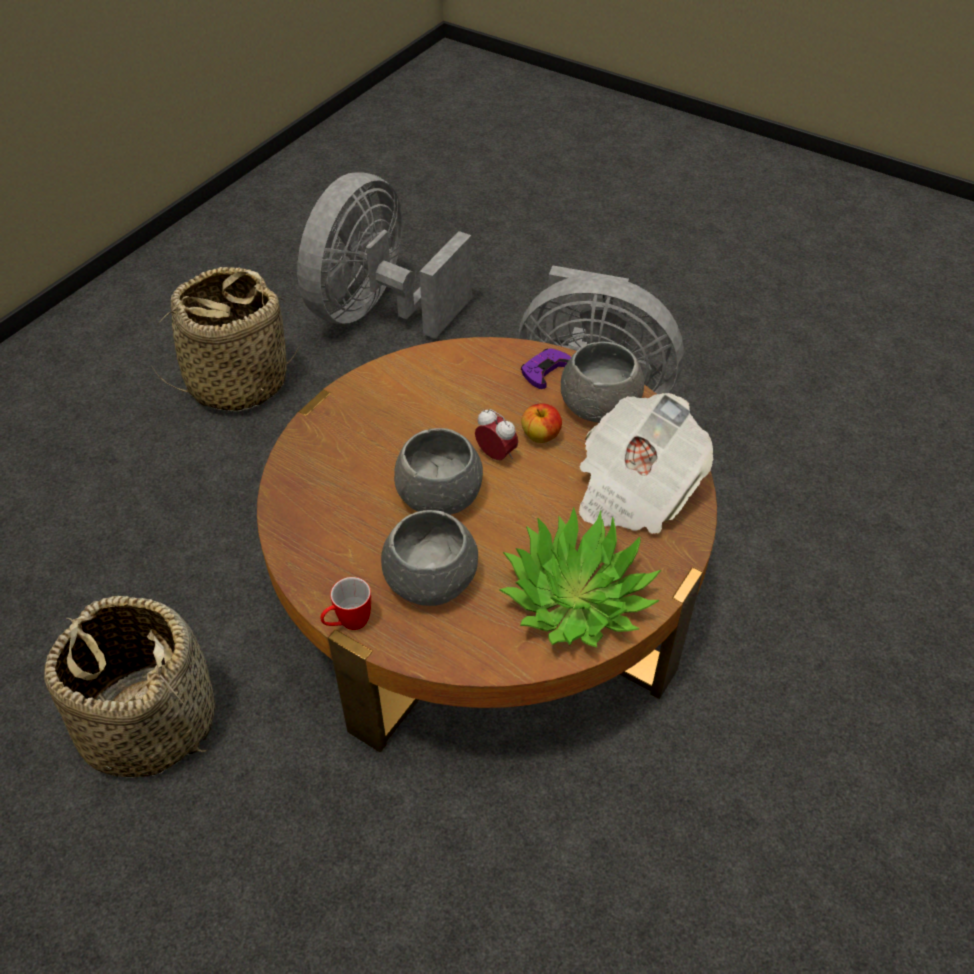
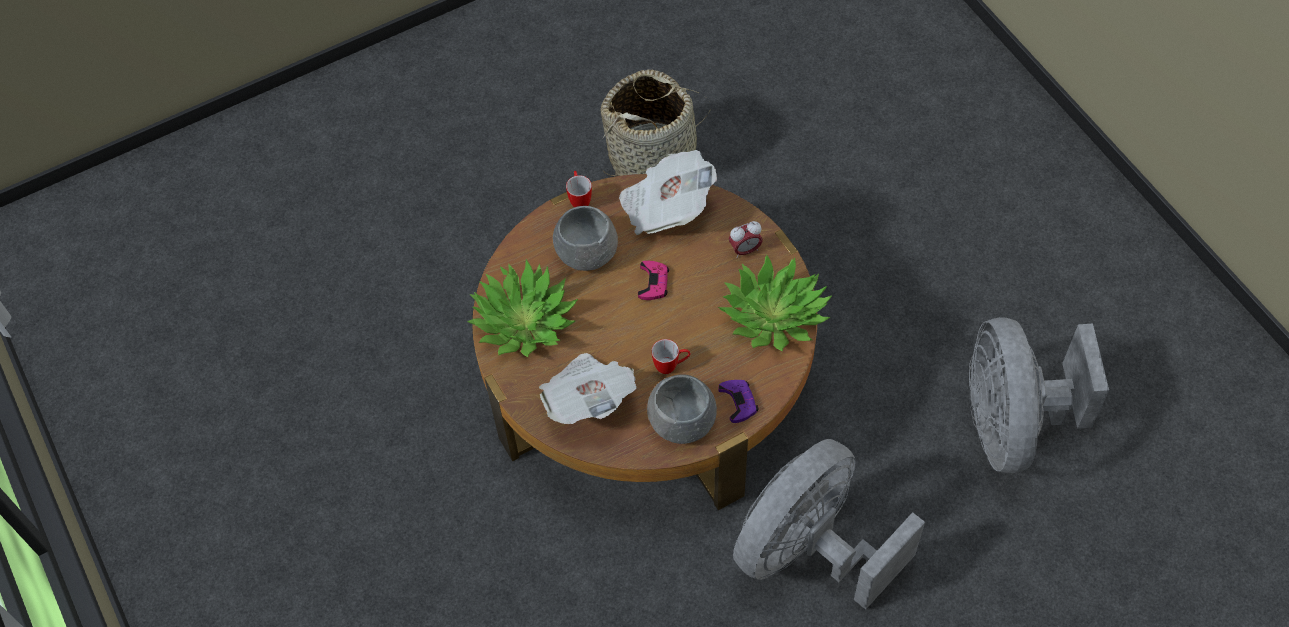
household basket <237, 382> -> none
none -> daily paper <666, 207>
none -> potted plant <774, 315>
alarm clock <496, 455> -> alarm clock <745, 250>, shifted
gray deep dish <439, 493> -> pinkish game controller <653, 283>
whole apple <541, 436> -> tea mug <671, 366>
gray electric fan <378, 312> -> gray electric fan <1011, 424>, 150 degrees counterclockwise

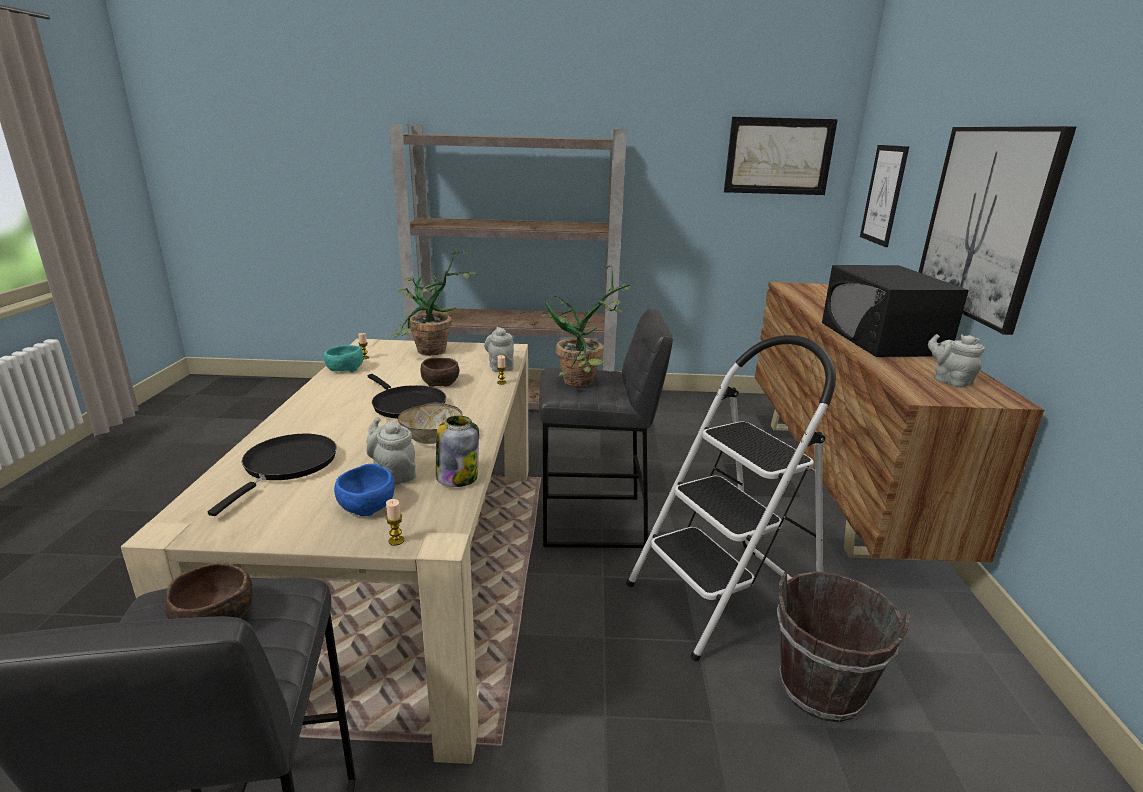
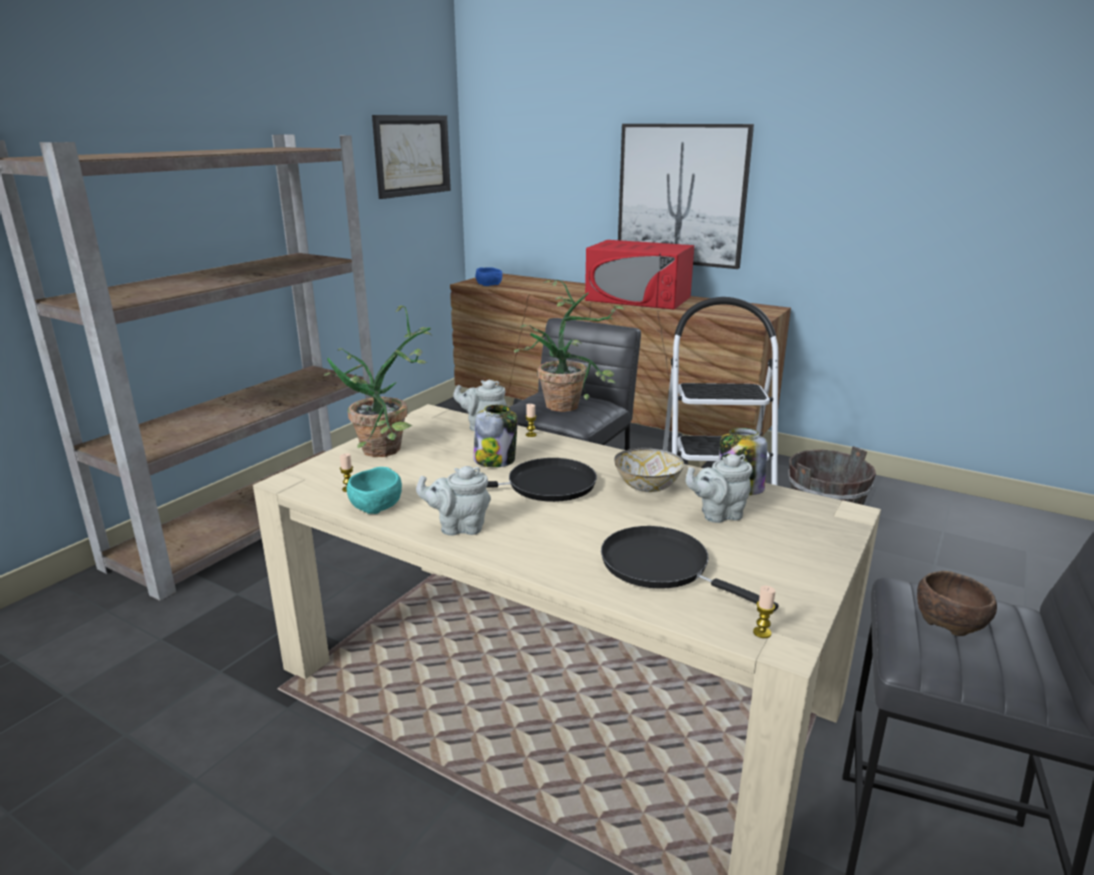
picture <883, 195> -> none
bluish deep dish <367, 506> -> bluish deep dish <489, 284>, shifted
wax light <396, 541> -> wax light <762, 632>, shifted
gray tea pot <949, 381> -> gray tea pot <459, 527>, shifted
brownish deep dish <441, 382> -> preserve jar <495, 460>
blackish microwave oven <881, 338> -> reddish microwave oven <638, 298>

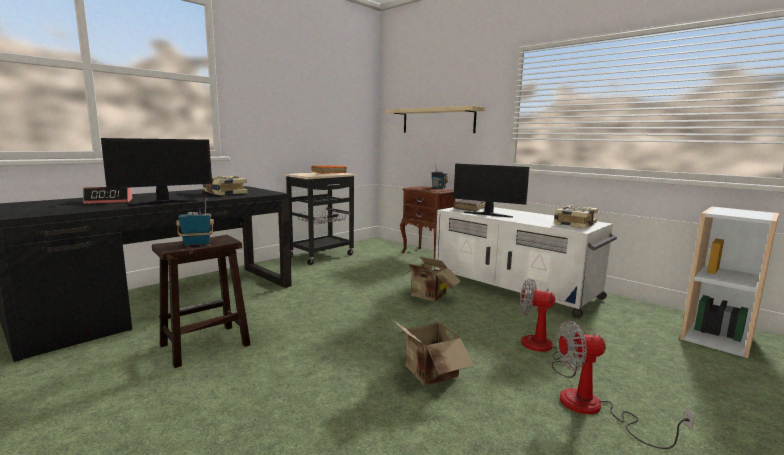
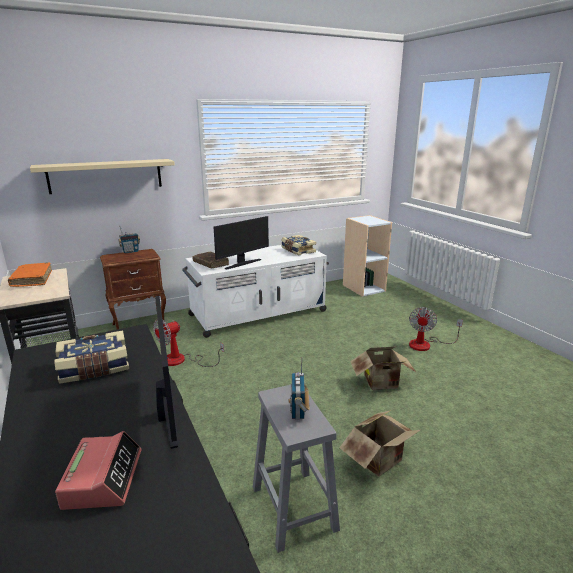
cardboard box <428, 297> -> cardboard box <380, 461>, shifted
electric fan <543, 350> -> electric fan <182, 360>, shifted
brownish sitting stool <204, 345> -> gray sitting stool <294, 509>

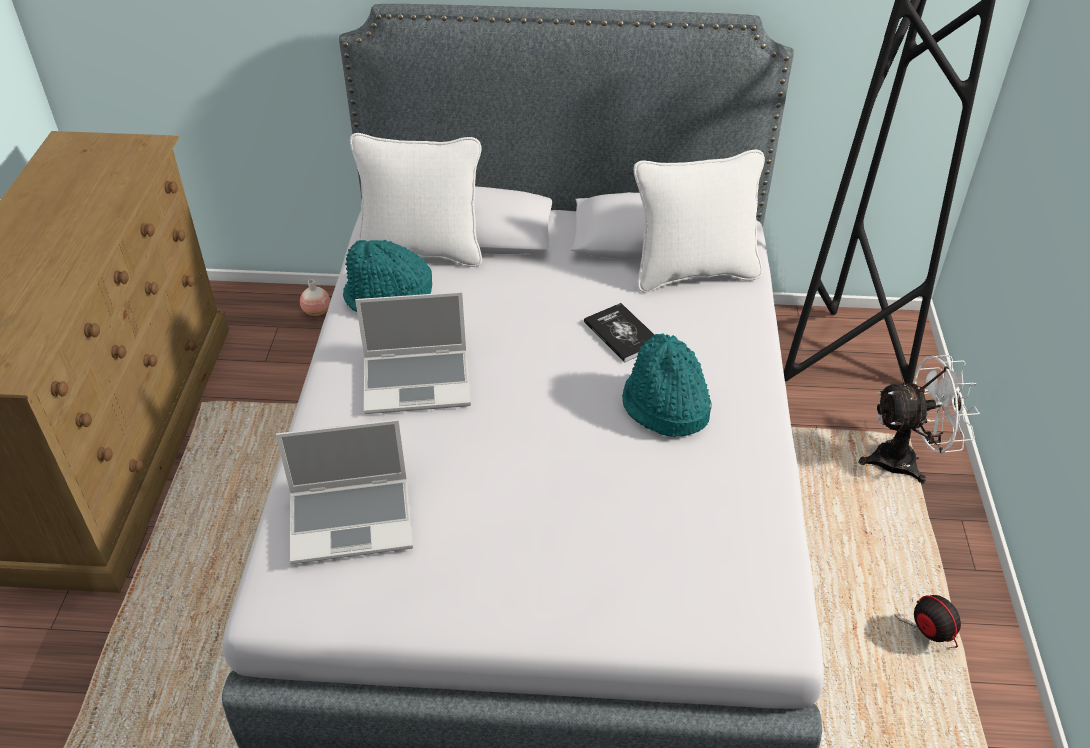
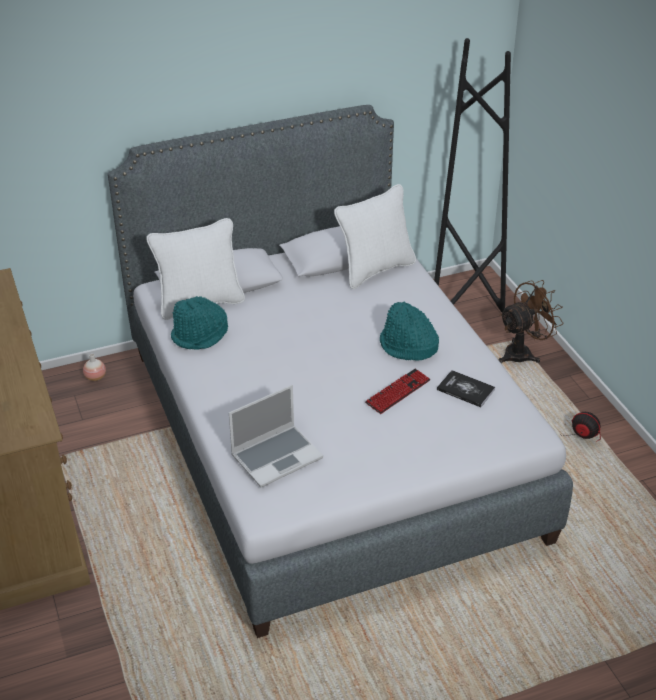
notebook computer <418, 382> -> none
none -> keyboard <398, 392>
book <622, 334> -> book <465, 389>, shifted
white electric fan <906, 459> -> brownish electric fan <523, 353>

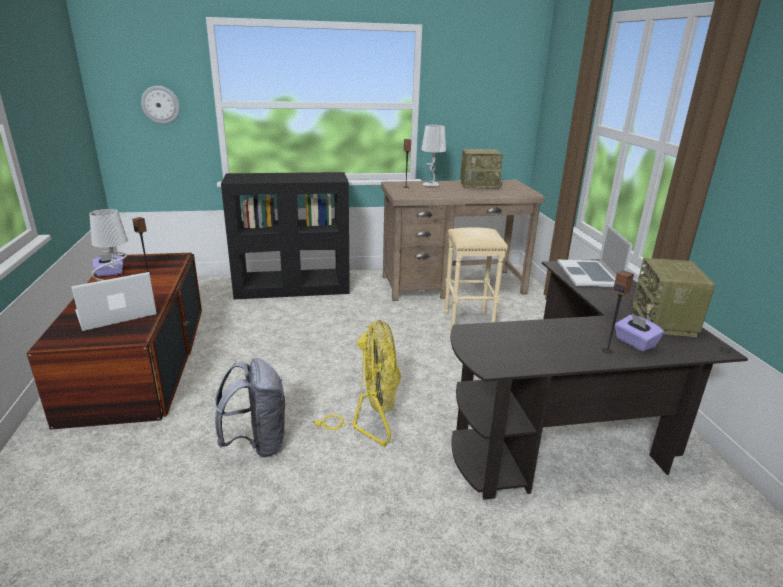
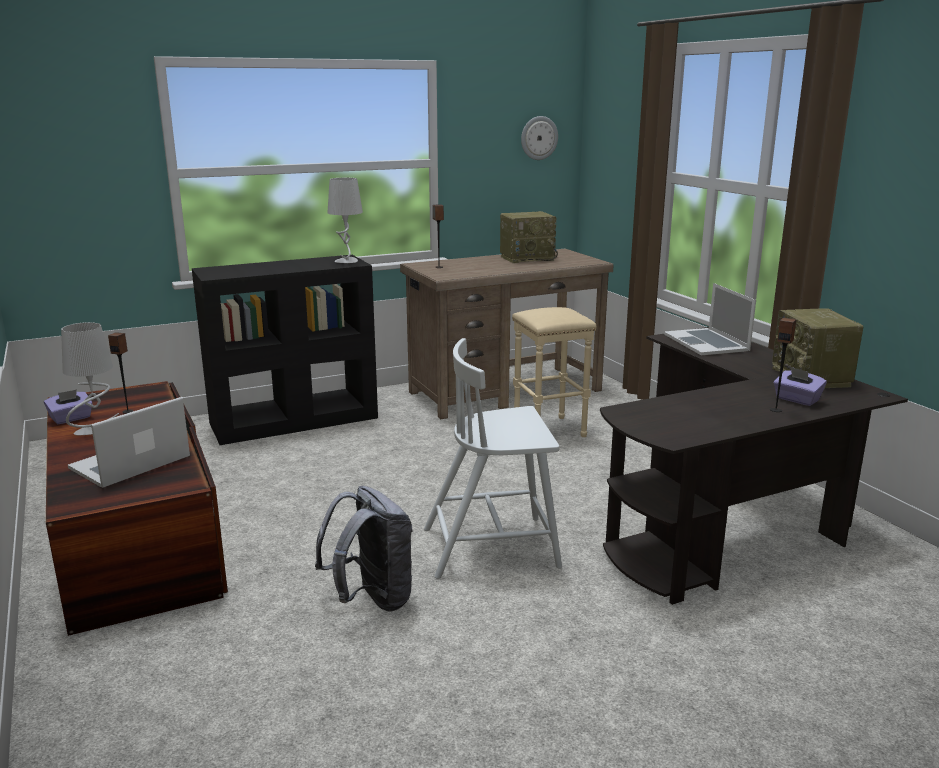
wall clock <161, 105> -> wall clock <538, 138>, shifted
gray tabletop lamp <431, 184> -> gray tabletop lamp <346, 261>, shifted
yellowish electric fan <370, 415> -> white upright chair <493, 547>

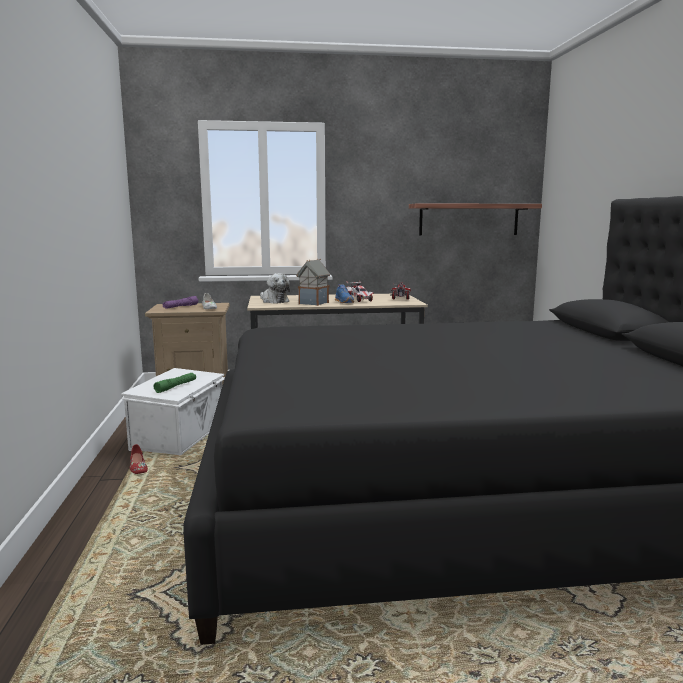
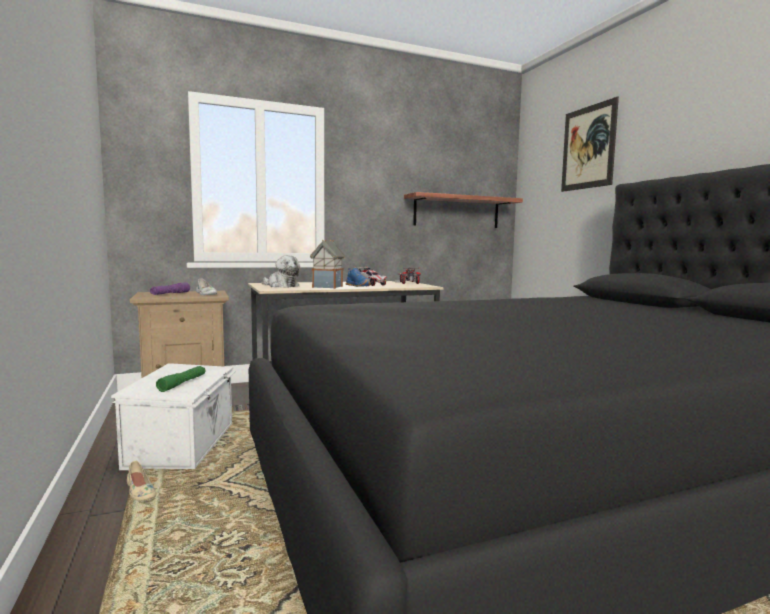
none -> picture <588, 147>
reddish low shoe <138, 467> -> beige-coloured low shoe <140, 491>

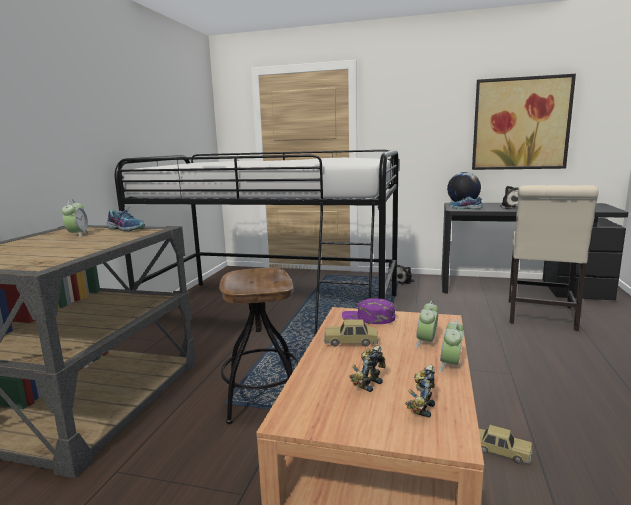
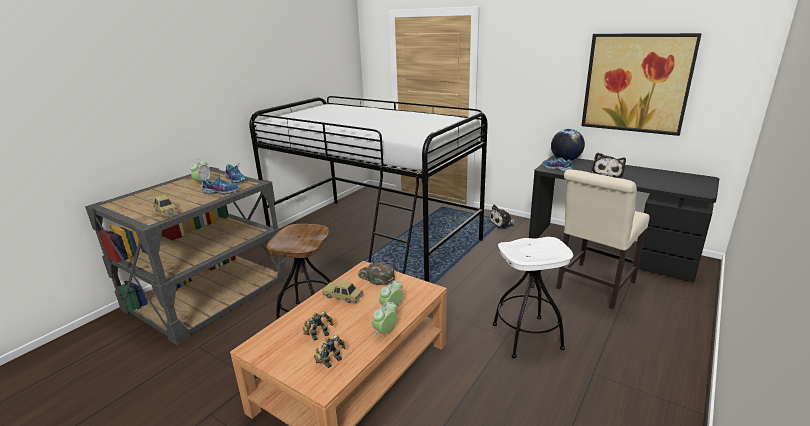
none -> low shoe <221, 191>
none -> white sitting stool <526, 336>
toy car <500, 451> -> toy car <166, 211>, shifted
purplish cap <368, 318> -> green cap <376, 277>

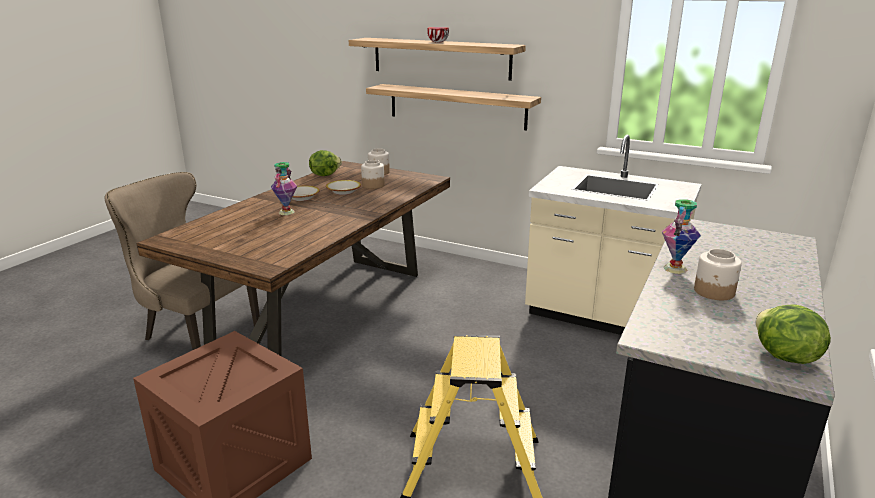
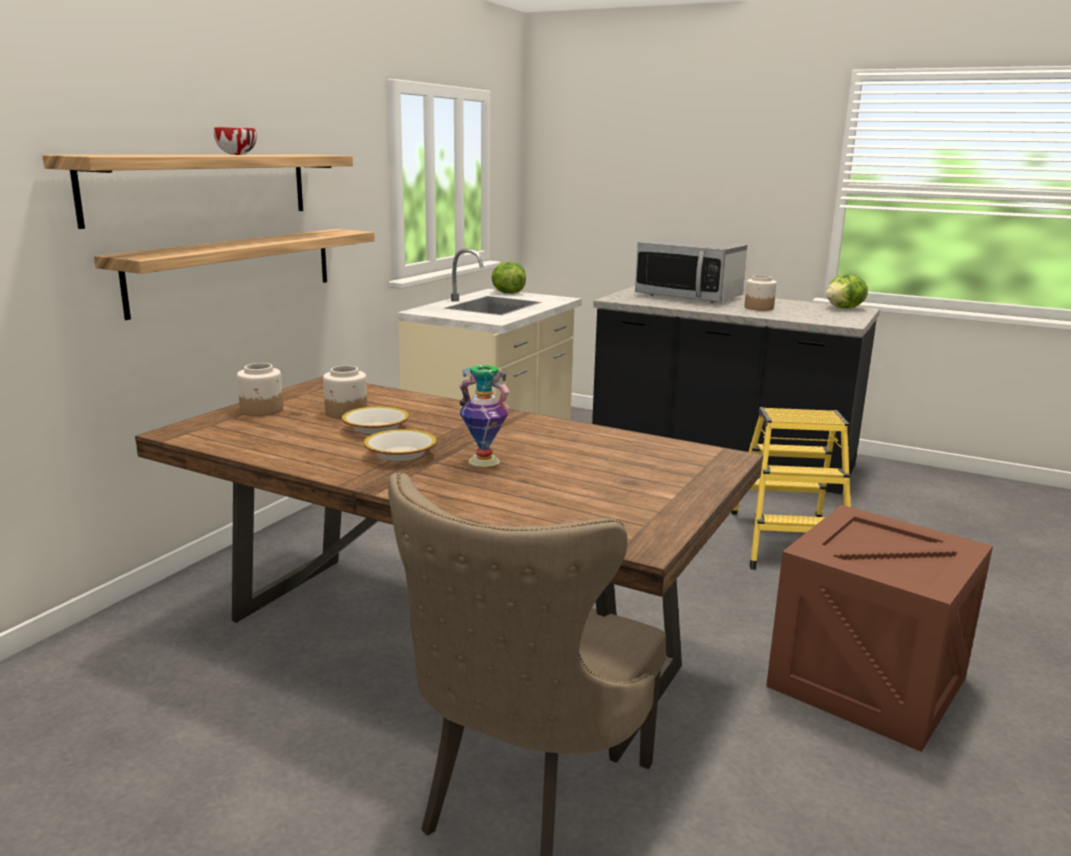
decorative vase <675, 268> -> none
none -> microwave oven <688, 297>
lettuce head <325, 175> -> lettuce head <507, 293>, shifted

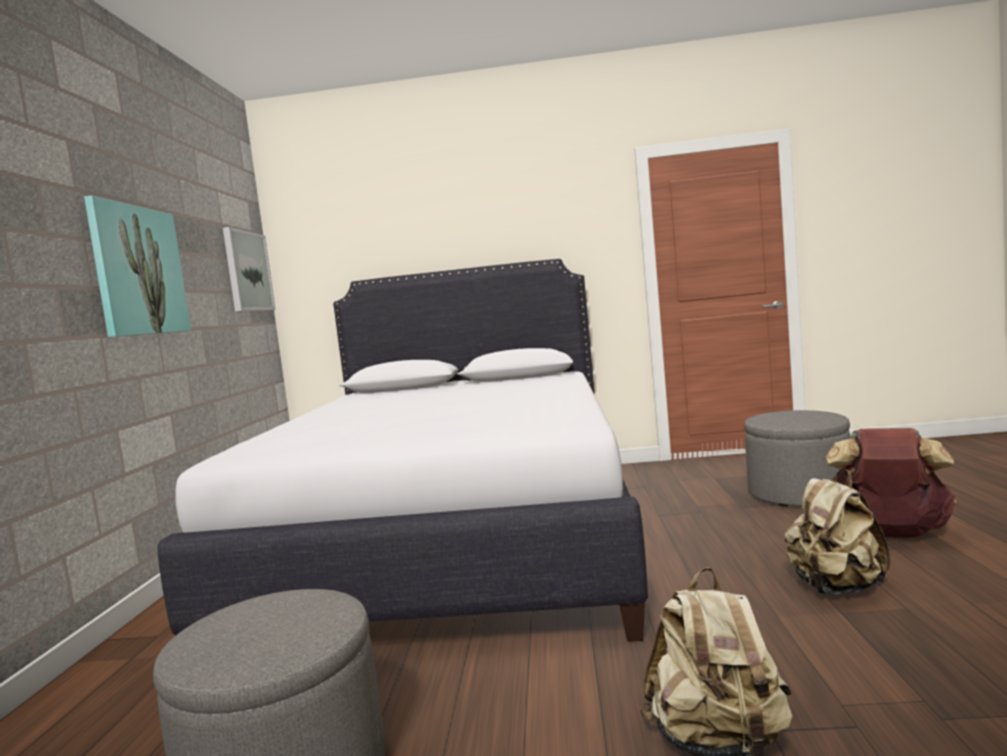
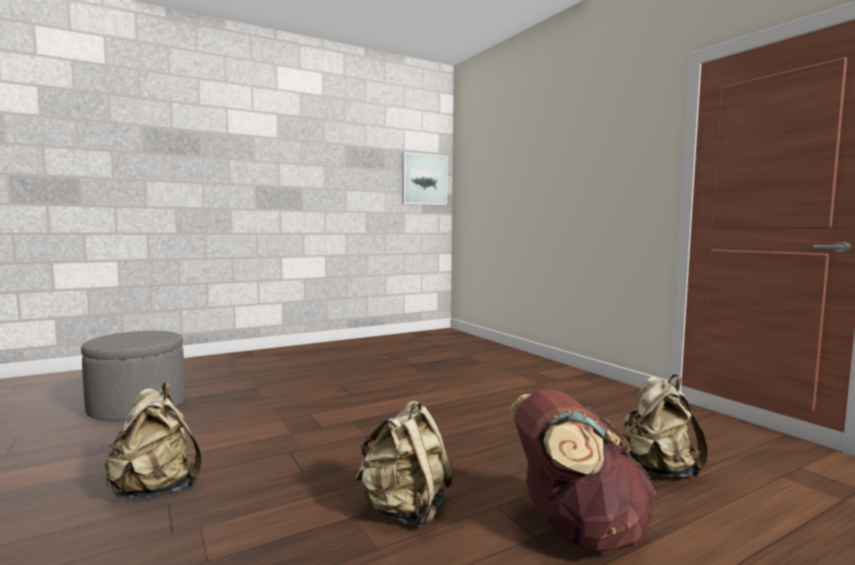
picture <139, 270> -> none
white bed <454, 537> -> none
gray footrest <799, 494> -> beige-coloured backpack <657, 471>

